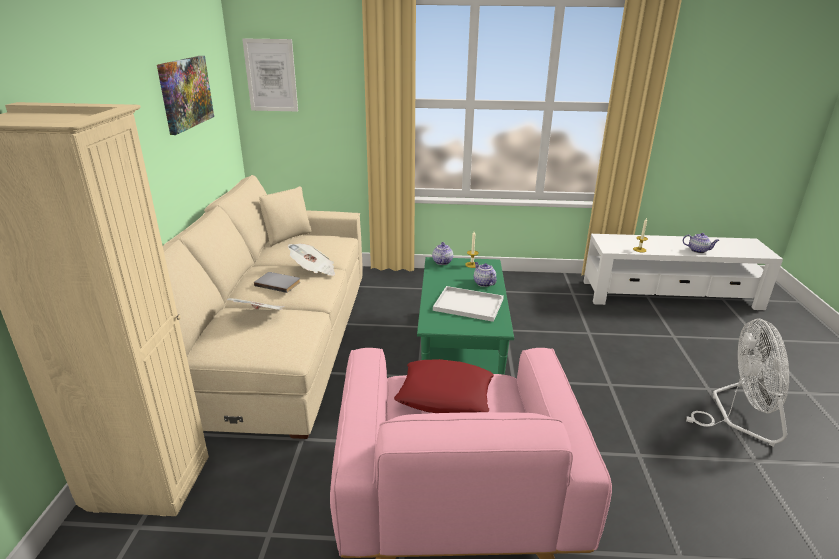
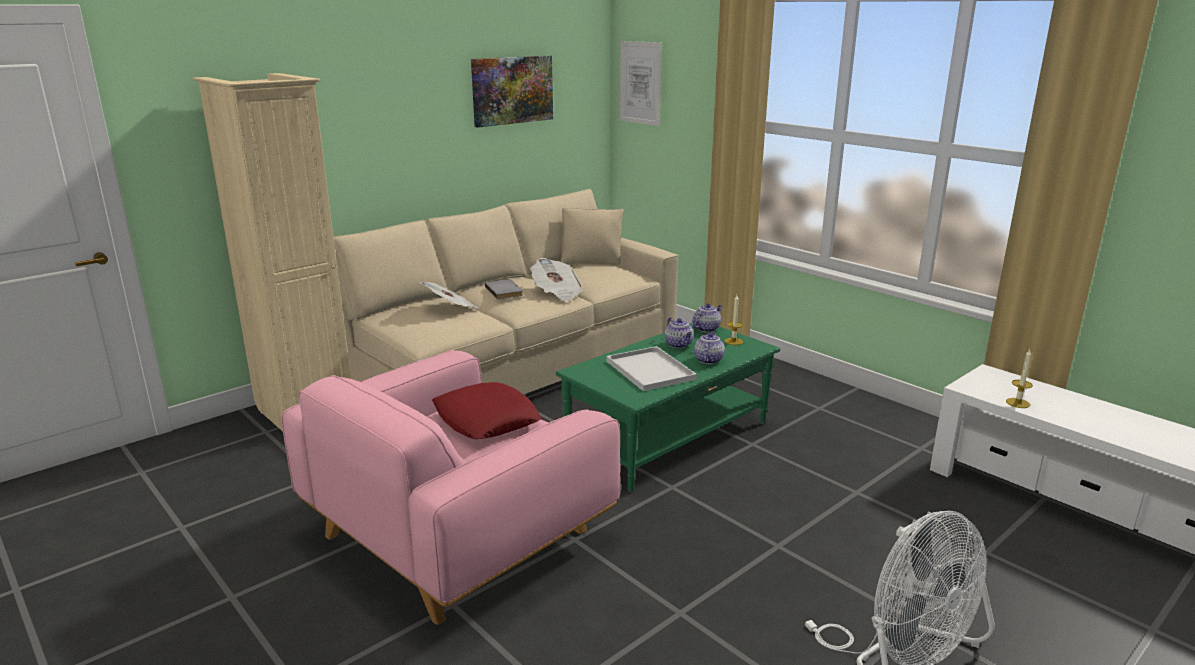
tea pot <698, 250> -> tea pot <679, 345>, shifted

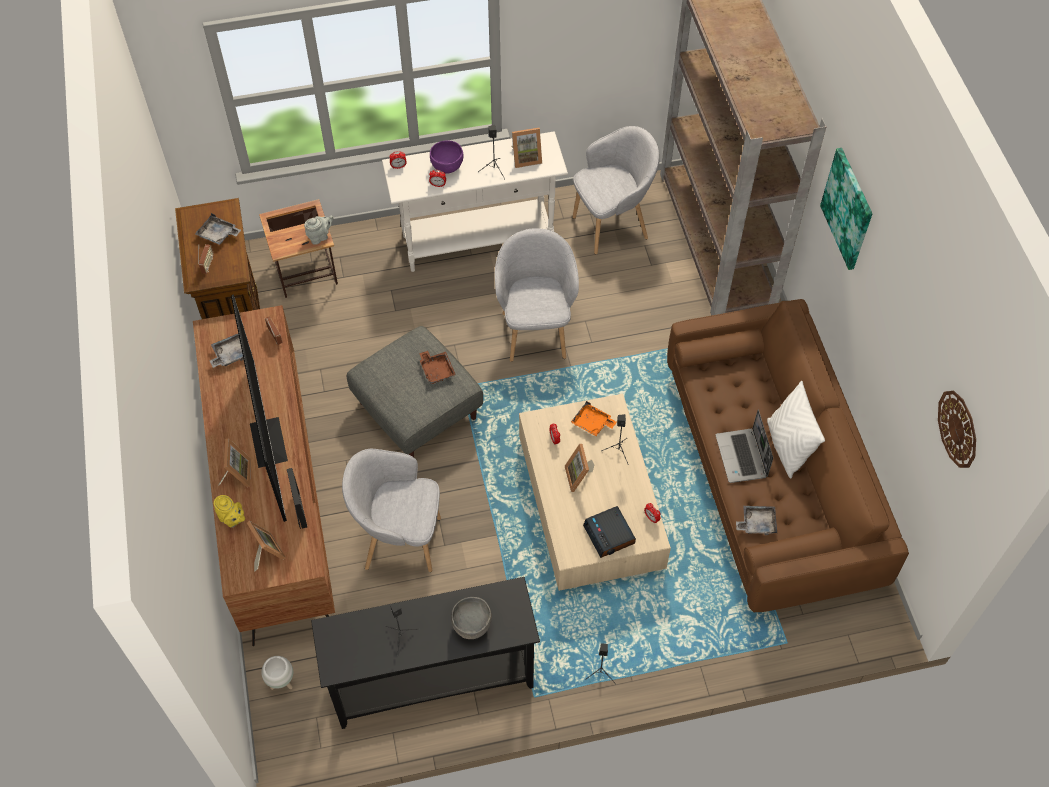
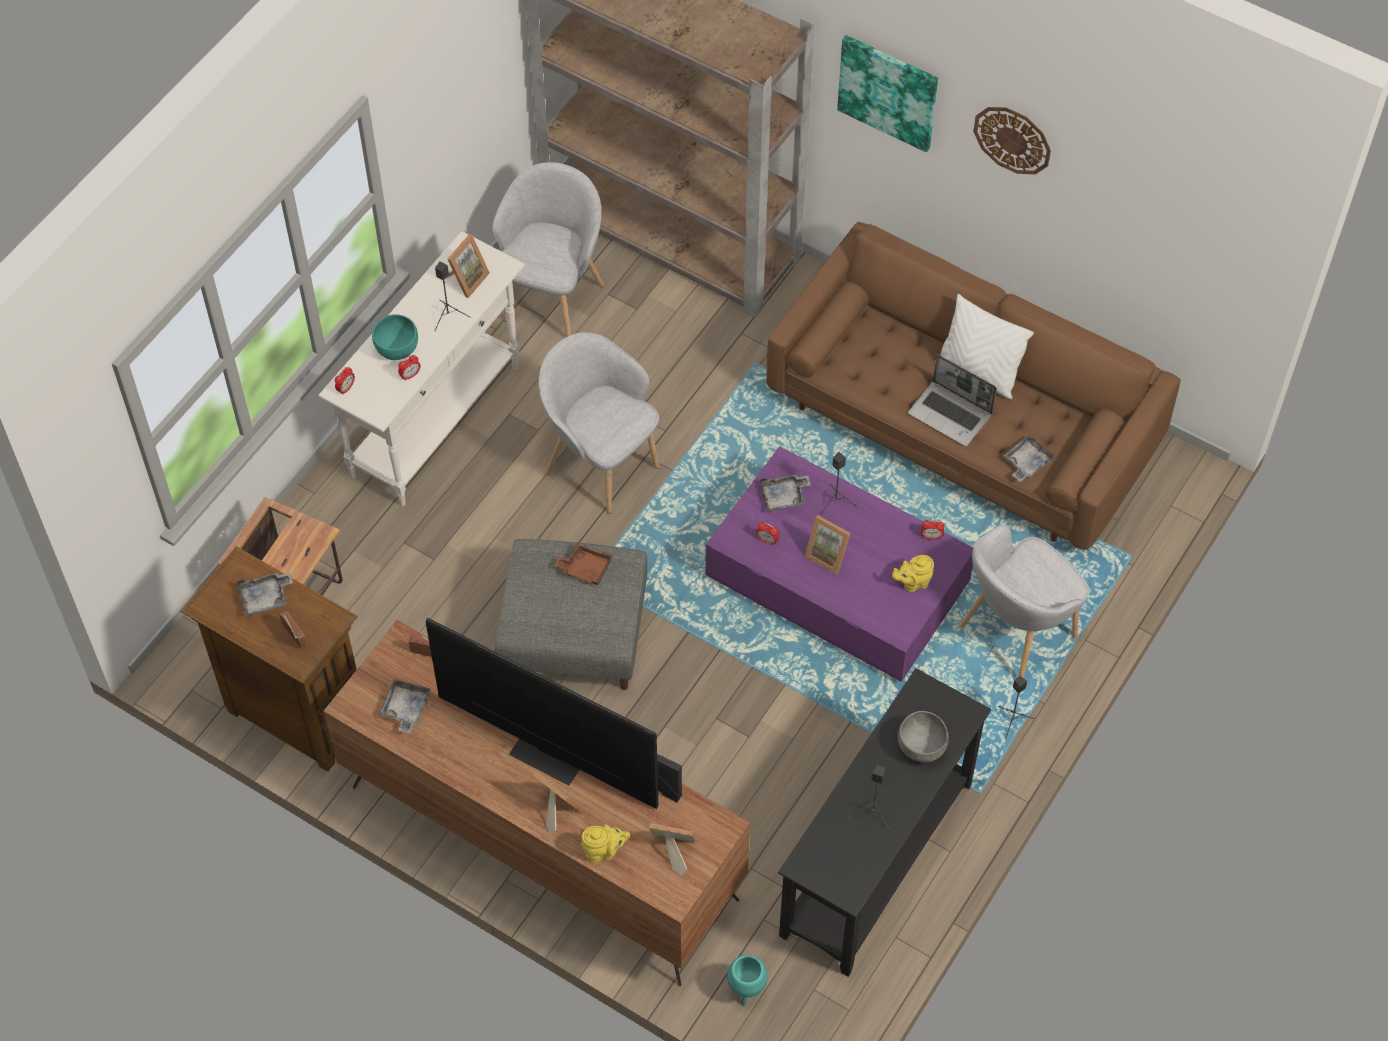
gray tea pot <320, 236> -> none
gray lounge chair <399, 540> -> gray lounge chair <1016, 636>, shifted
wall clock <958, 428> -> wall clock <1012, 139>, shifted
alarm clock <609, 535> -> yellowish tea pot <913, 583>
white flower pot <281, 682> -> blue-green flower pot <746, 991>
purplish deep dish <447, 167> -> blue-green deep dish <397, 350>
beige-coloured lounge table <590, 505> -> purplish lounge table <838, 584>
orange serving tray <592, 423> -> gray serving tray <784, 497>

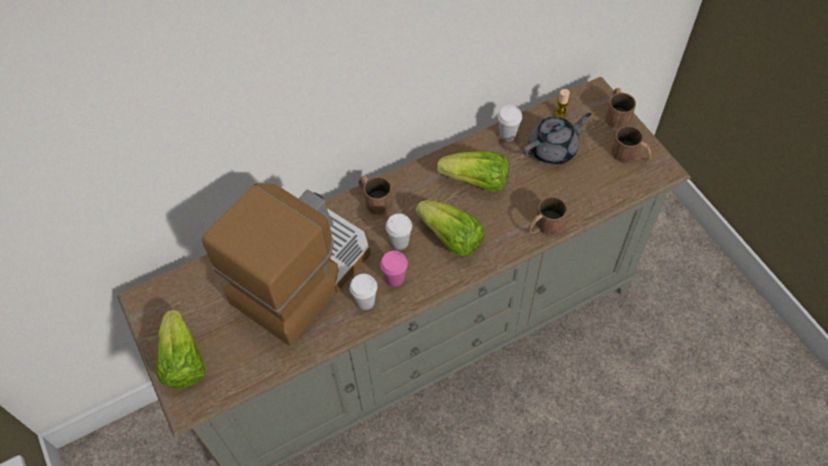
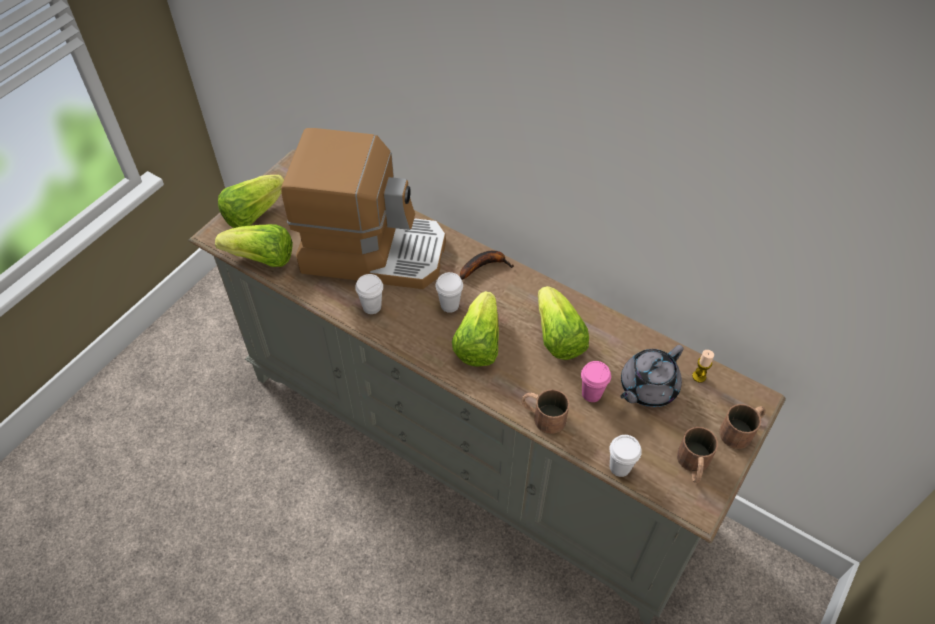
none -> lettuce head <261, 259>
pinkish small cup <395, 279> -> pinkish small cup <591, 393>, shifted
white small cup <507, 134> -> white small cup <619, 467>, shifted
brownish tea mug <374, 199> -> banana <484, 266>
gray tea pot <553, 149> -> gray tea pot <647, 387>, 105 degrees clockwise

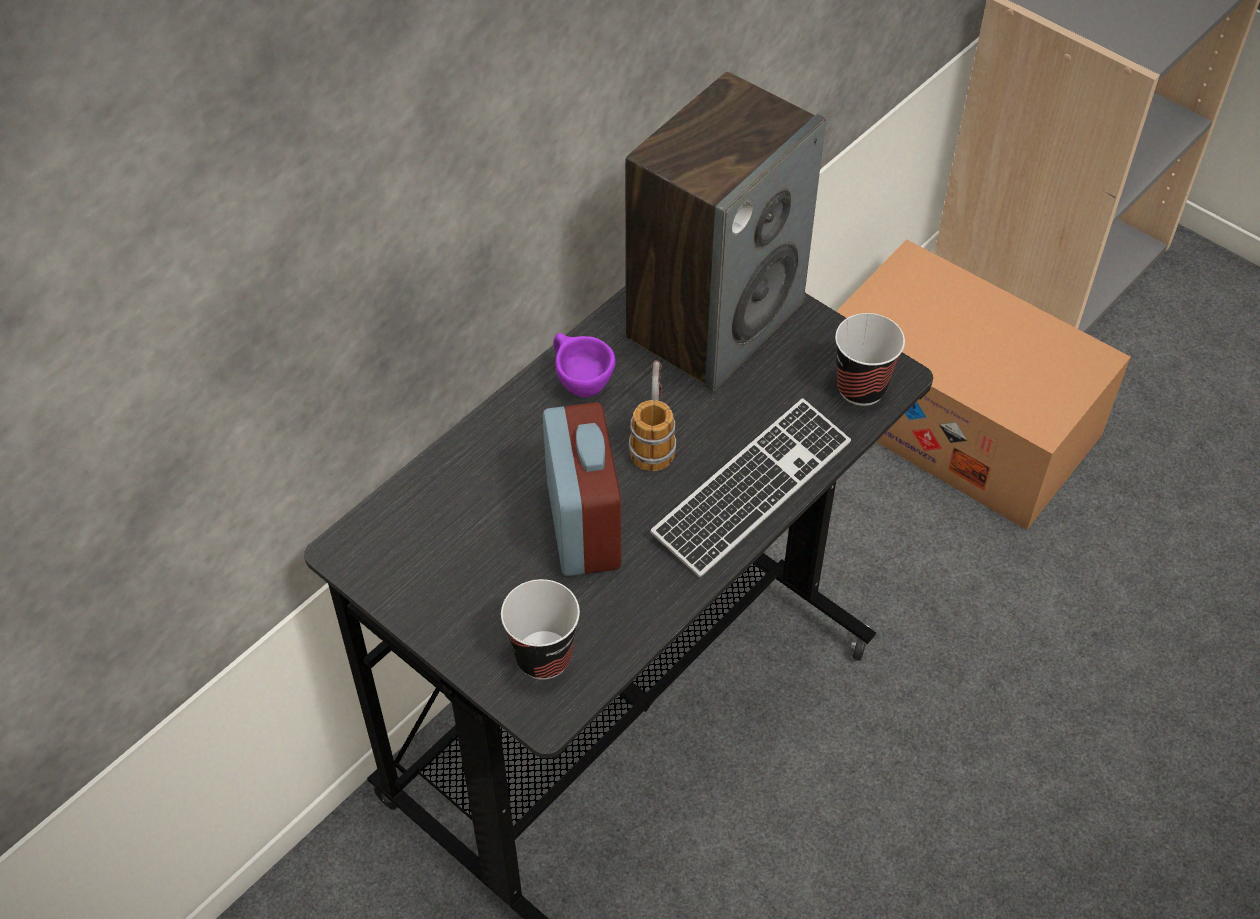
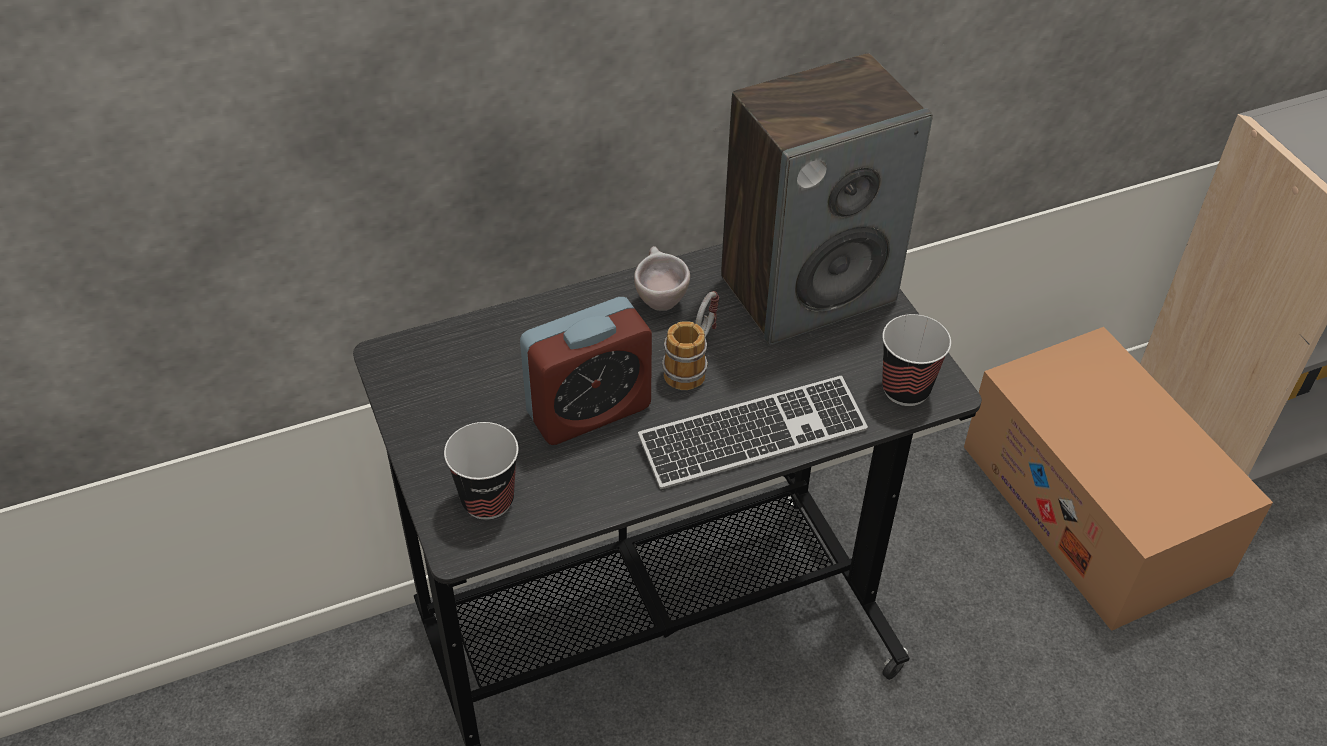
purplish small cup <579, 384> -> beige-coloured small cup <658, 298>
alarm clock <583, 526> -> alarm clock <588, 410>, 45 degrees clockwise

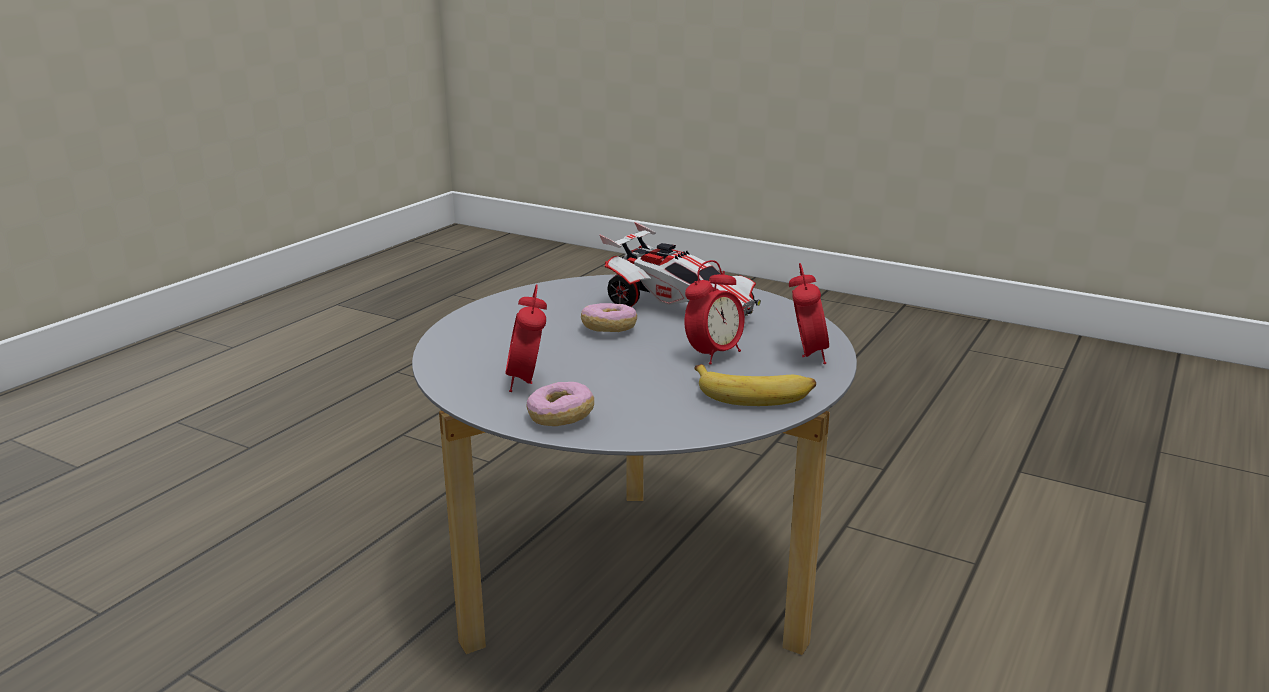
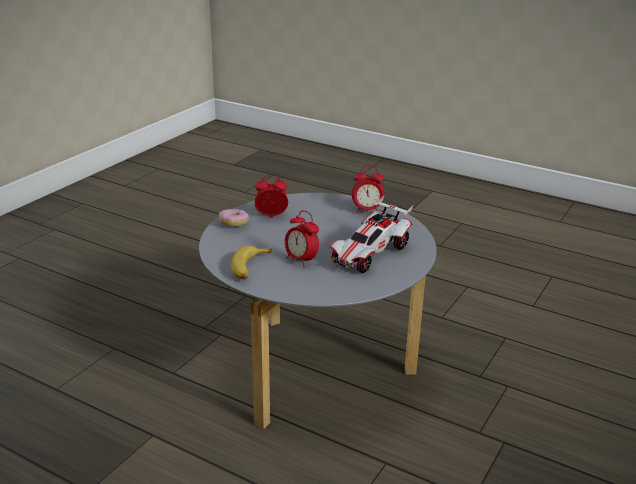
doughnut <609, 329> -> none
alarm clock <806, 356> -> alarm clock <367, 211>, shifted

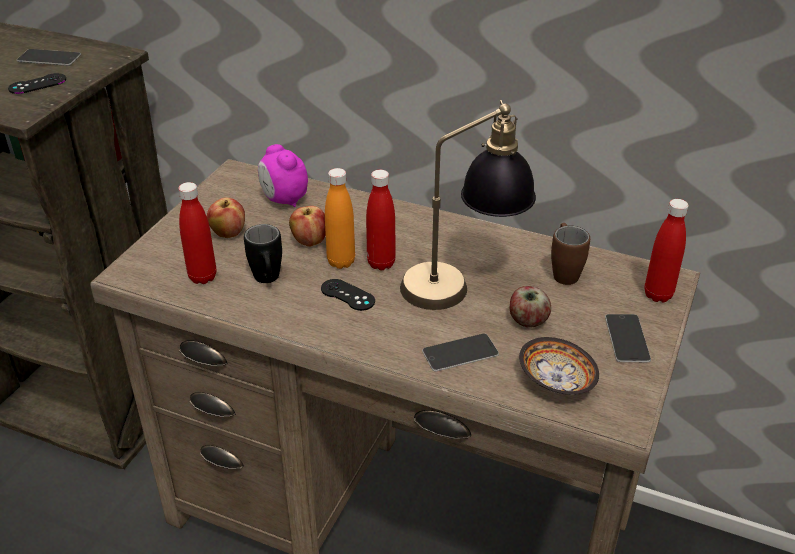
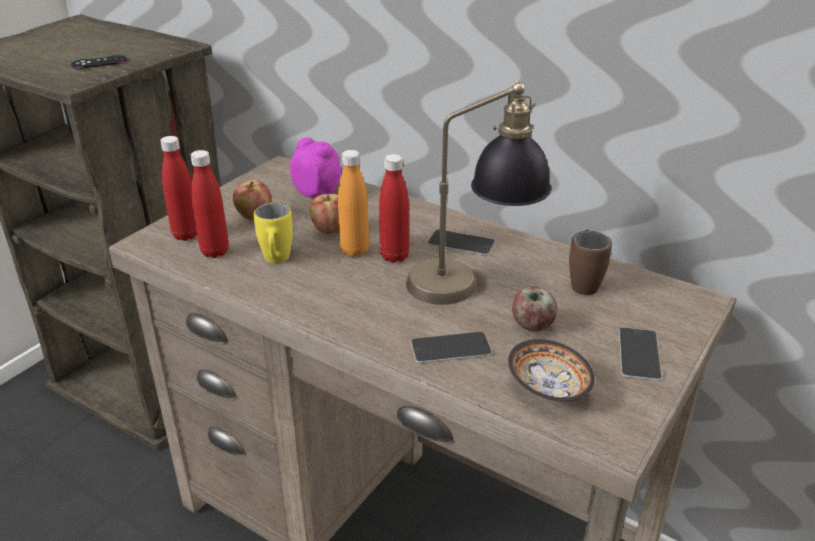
blackish game controller <347, 295> -> none
telephone <49, 58> -> telephone <461, 243>, shifted
reddish bottle <658, 295> -> reddish bottle <186, 235>, shifted
blackish tea mug <268, 281> -> yellowish tea mug <276, 261>
alarm clock <284, 200> -> alarm clock <317, 193>, 150 degrees clockwise

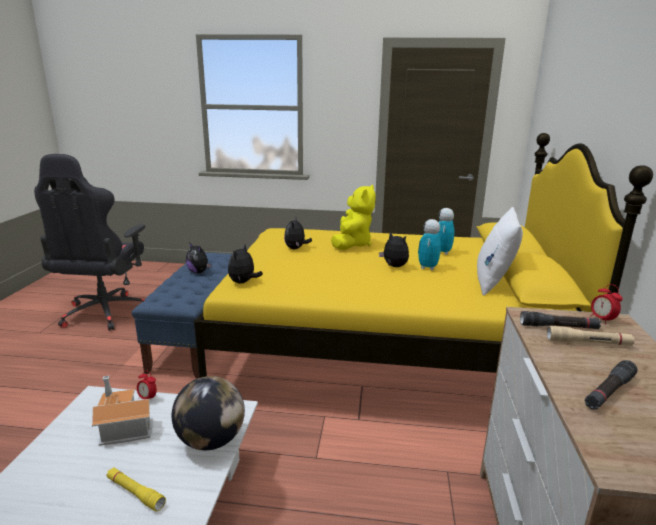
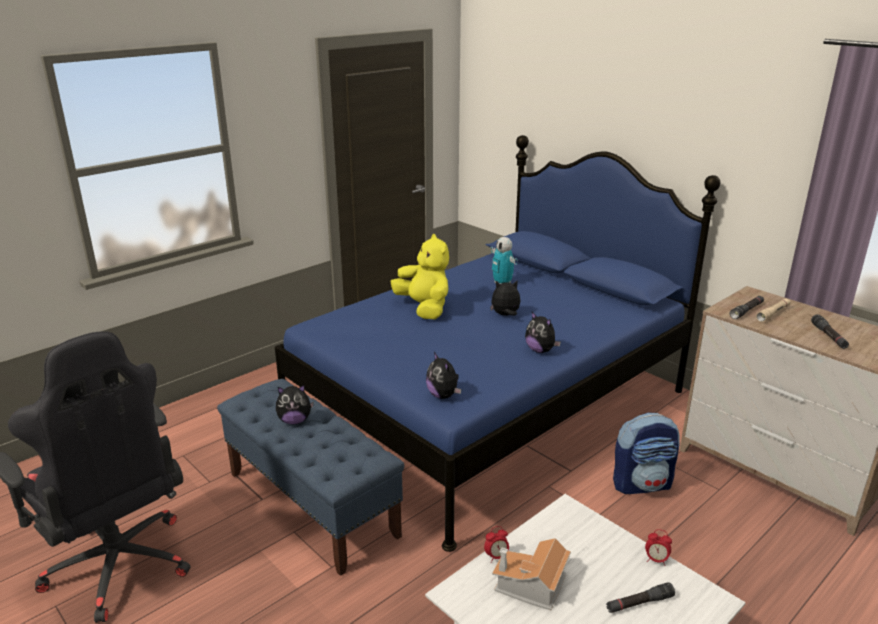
desk globe <211, 440> -> none
robot figure <427, 267> -> none
white throw pillow <493, 282> -> none
none -> backpack <642, 484>
soft toy <296, 248> -> soft toy <540, 350>, shifted
alarm clock <602, 320> -> alarm clock <656, 560>, shifted
yellowish hand torch <135, 493> -> blackish hand torch <639, 603>
yellowish bed <386, 351> -> bluish bed <490, 406>

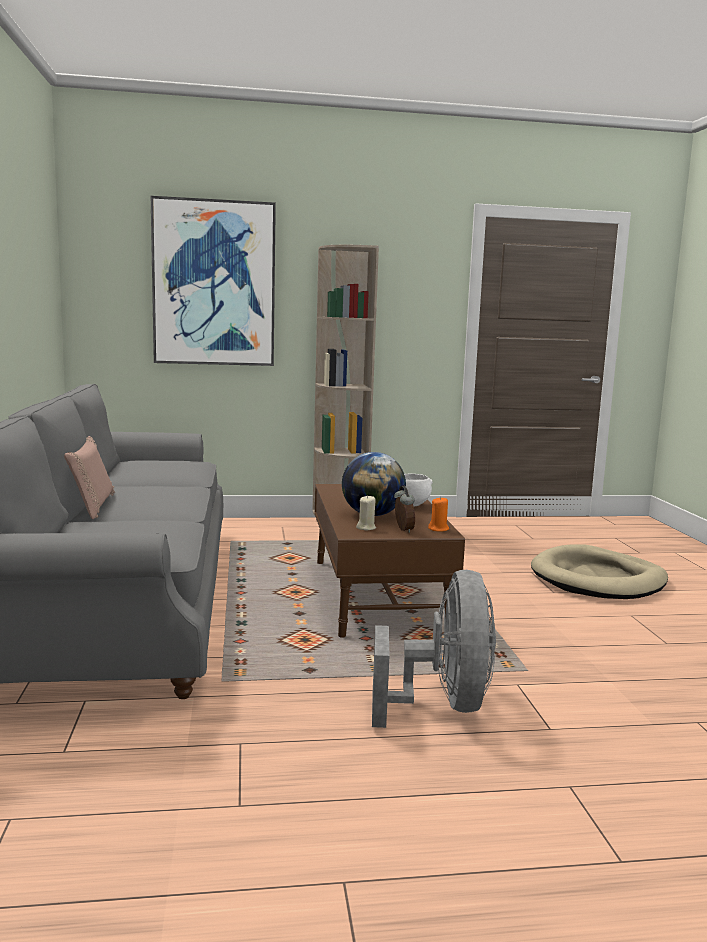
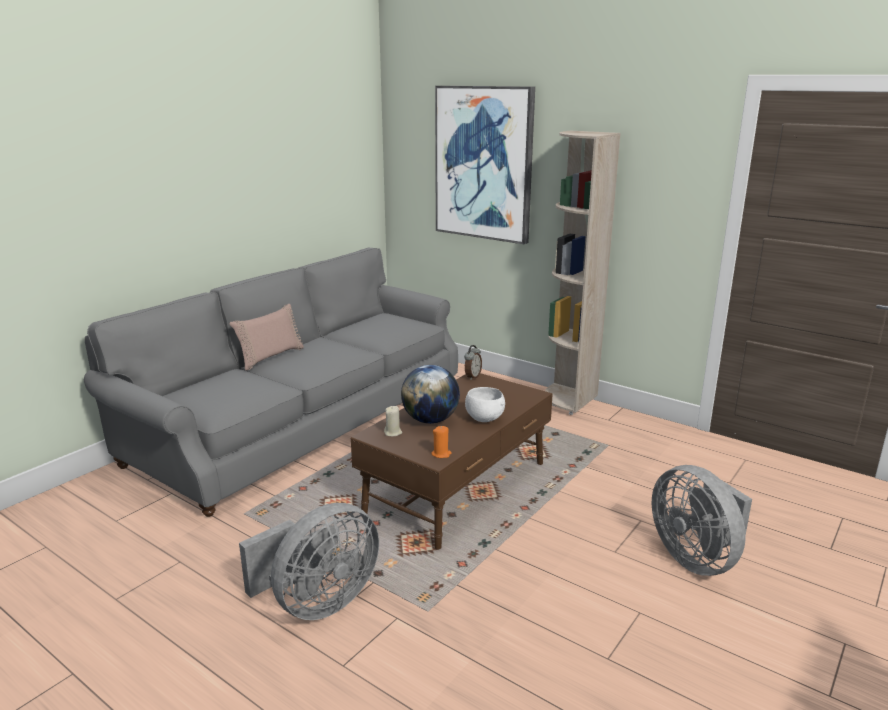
alarm clock <402, 530> -> alarm clock <472, 377>, shifted
beige-coloured pet bed <598, 579> -> gray electric fan <696, 558>

